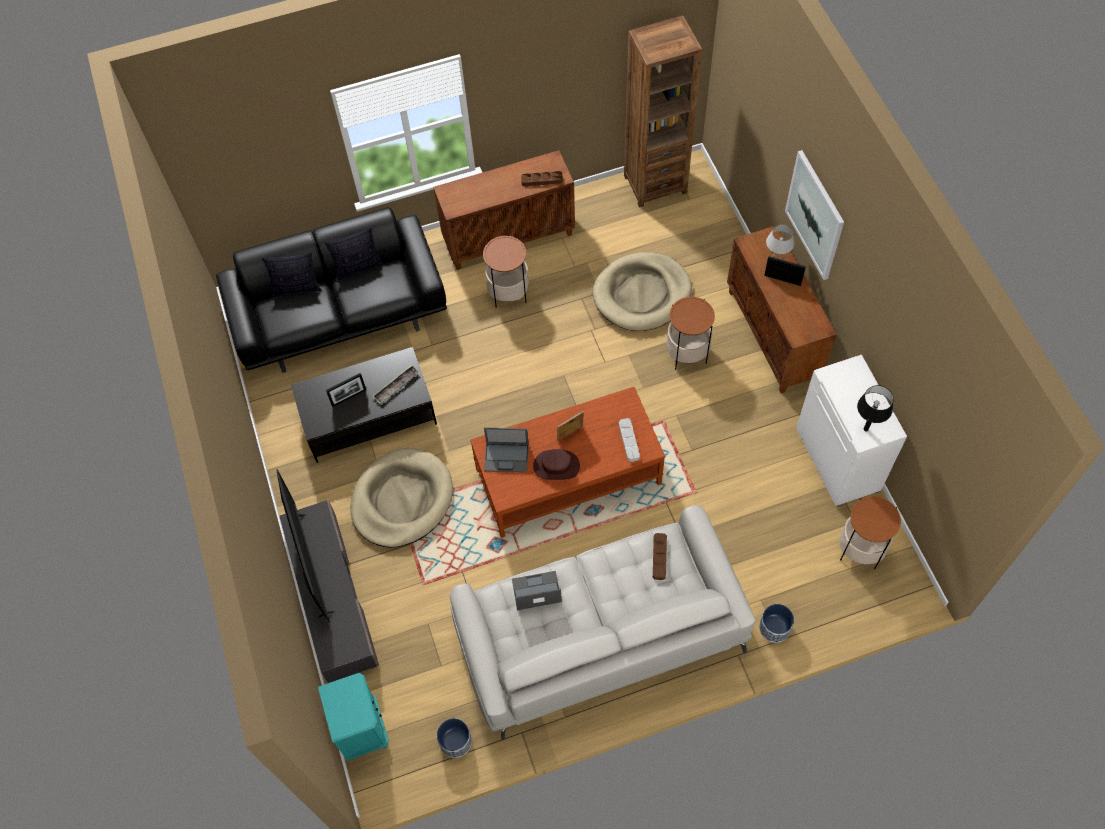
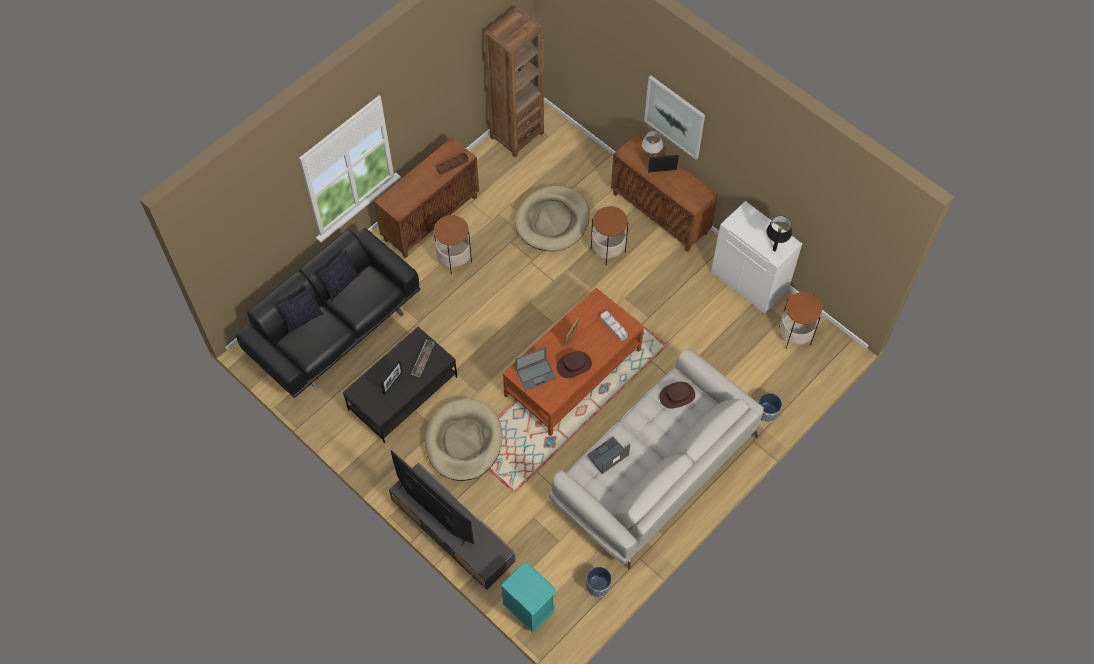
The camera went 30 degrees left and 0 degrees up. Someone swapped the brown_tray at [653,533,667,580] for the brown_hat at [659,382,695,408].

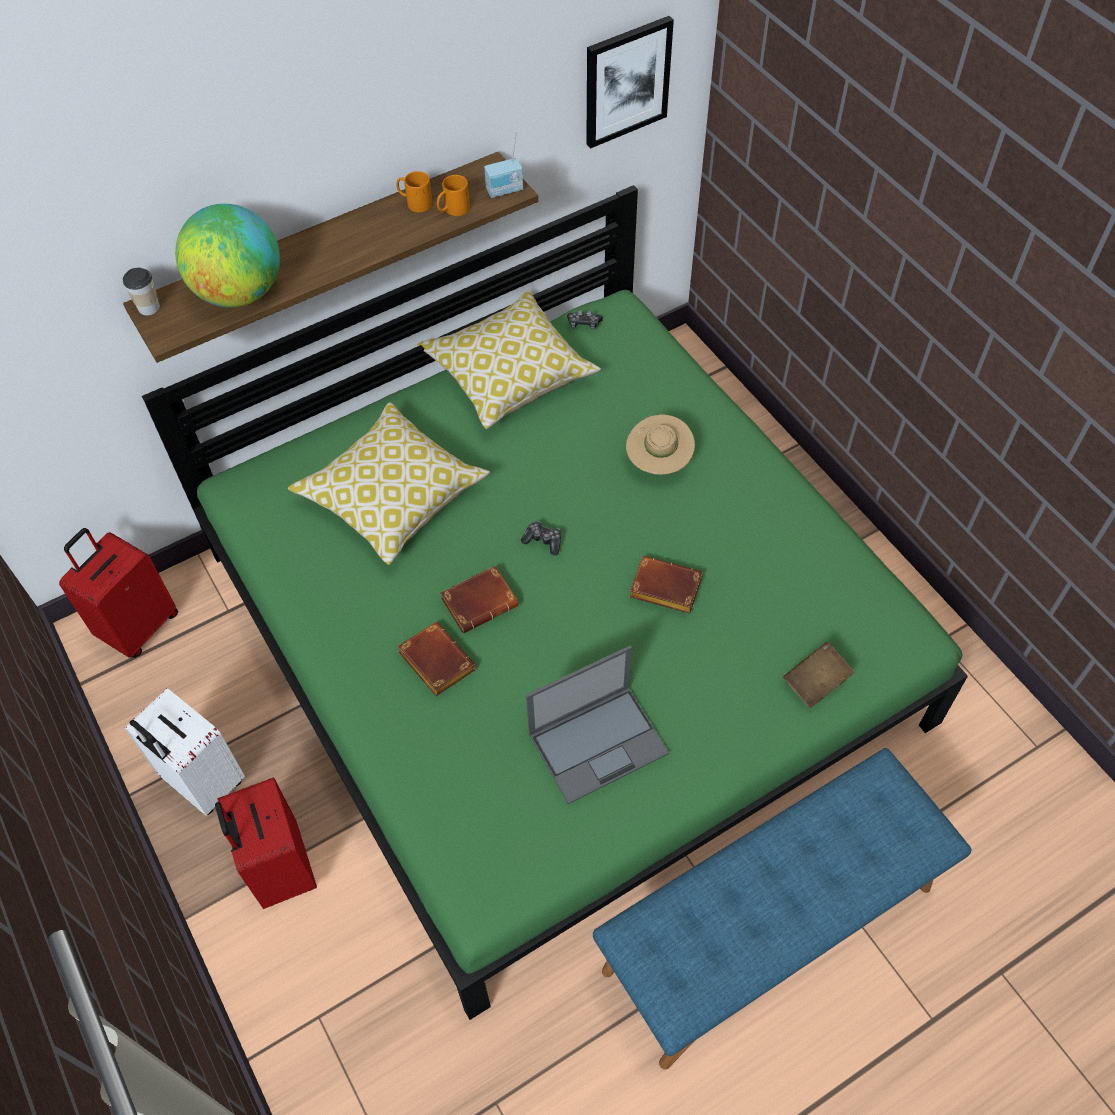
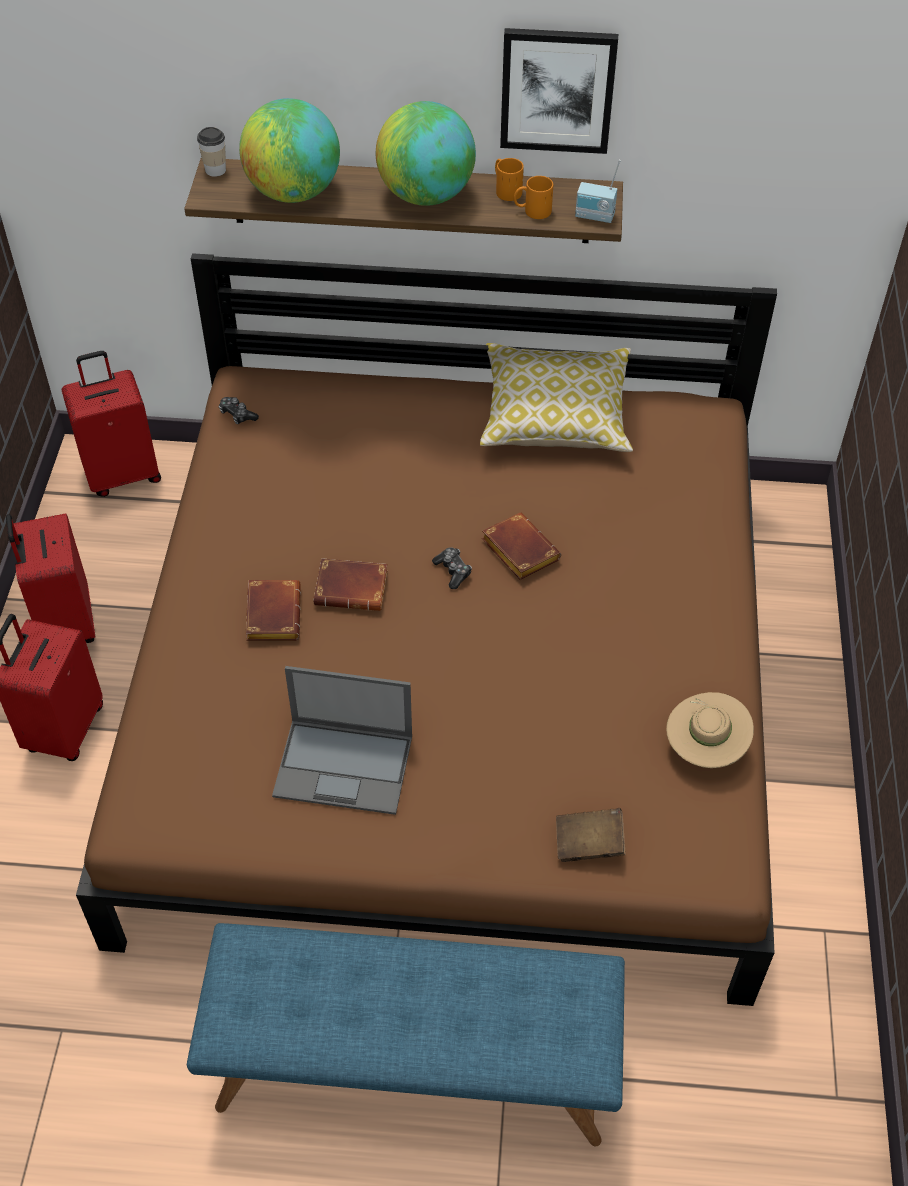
The camera went 35 degrees right and 5 degrees down. Someone repainted the white_suitcase at [125,688,245,816], which became the red_suitcase at [6,514,95,643]. Someone repainted the green_bed at [142,185,968,1020], which became the brown_bed at [76,253,777,1006]. Someone carried the game_controller from [567,310,603,330] to [219,397,259,424]. Someone put down the globe at [376,101,476,206]. Someone carried the brown_book from [630,556,703,614] to [481,513,561,580]. Someone carried the picture from [586,16,674,148] to [500,28,618,154]. Someone carried the beige_hat from [626,415,695,475] to [666,692,754,768]. Someone took away the pillow at [288,402,490,565].

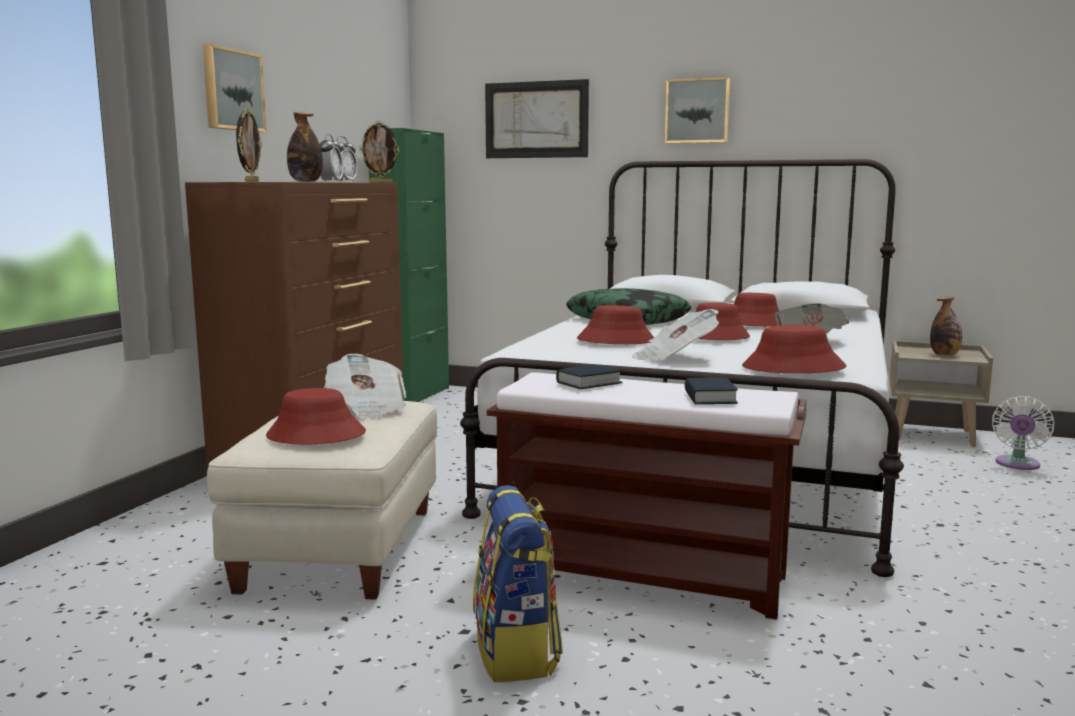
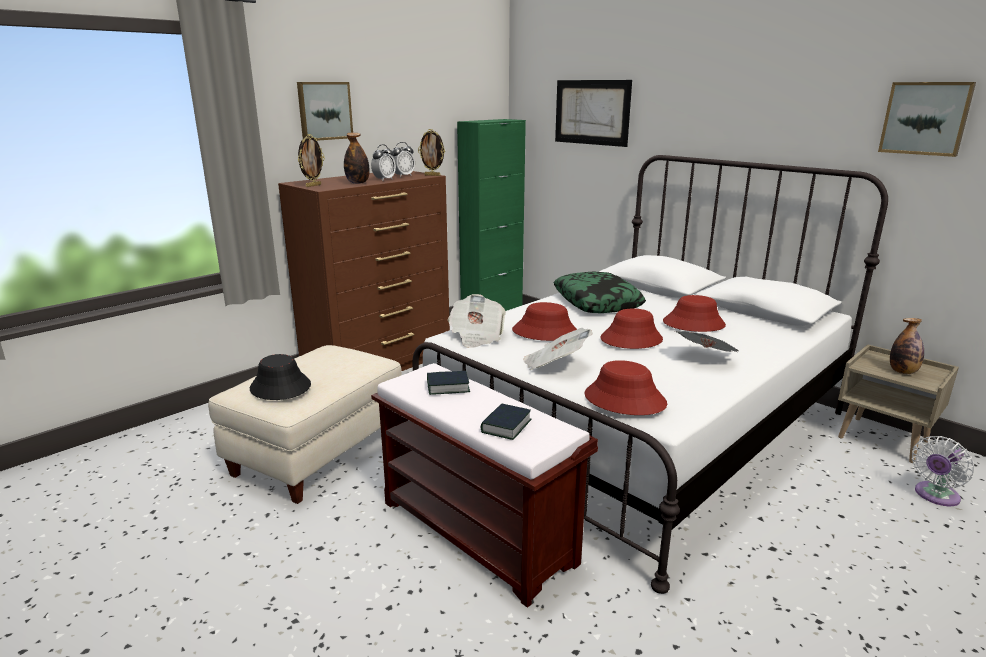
The camera went 25 degrees right and 10 degrees up. Someone repainted the red_hat at [266,388,366,444], which became the black_hat at [250,354,311,400]. Someone carried the newspaper from [324,354,406,419] to [448,294,506,348]. Someone carried the picture from [665,77,730,144] to [878,82,976,157]. Someone took away the backpack at [473,485,563,683].

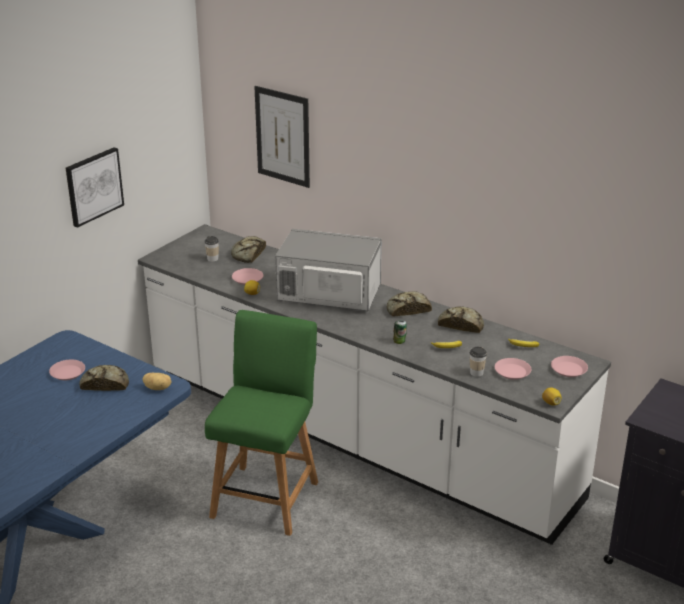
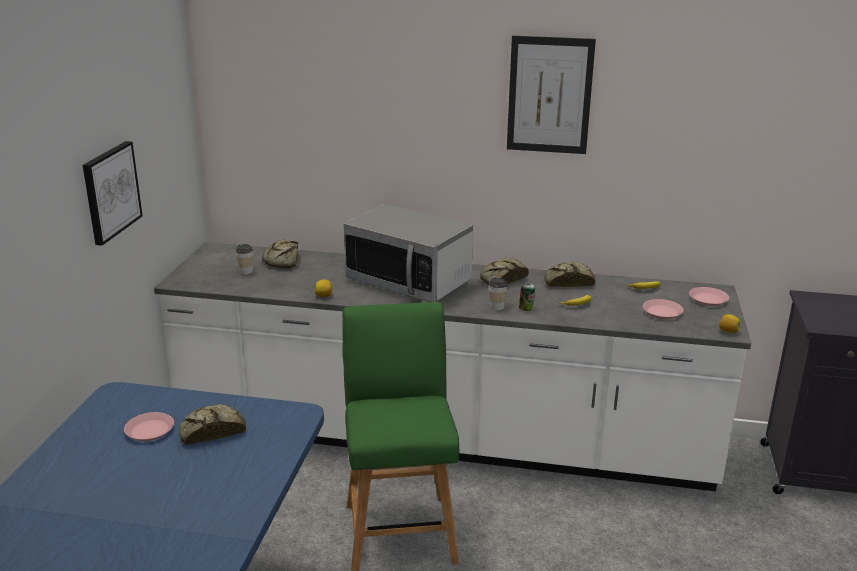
The camera went 25 degrees left and 5 degrees down. Someone rotated the microwave at [275,229,382,311] by 135 degrees counterclockwise. Someone carried the cup from [470,347,487,377] to [489,278,507,311]. Someone carried the picture from [254,86,310,188] to [507,36,596,154]. Someone took away the potato at [143,373,172,390]. Someone took away the pink_plate at [232,268,263,285].

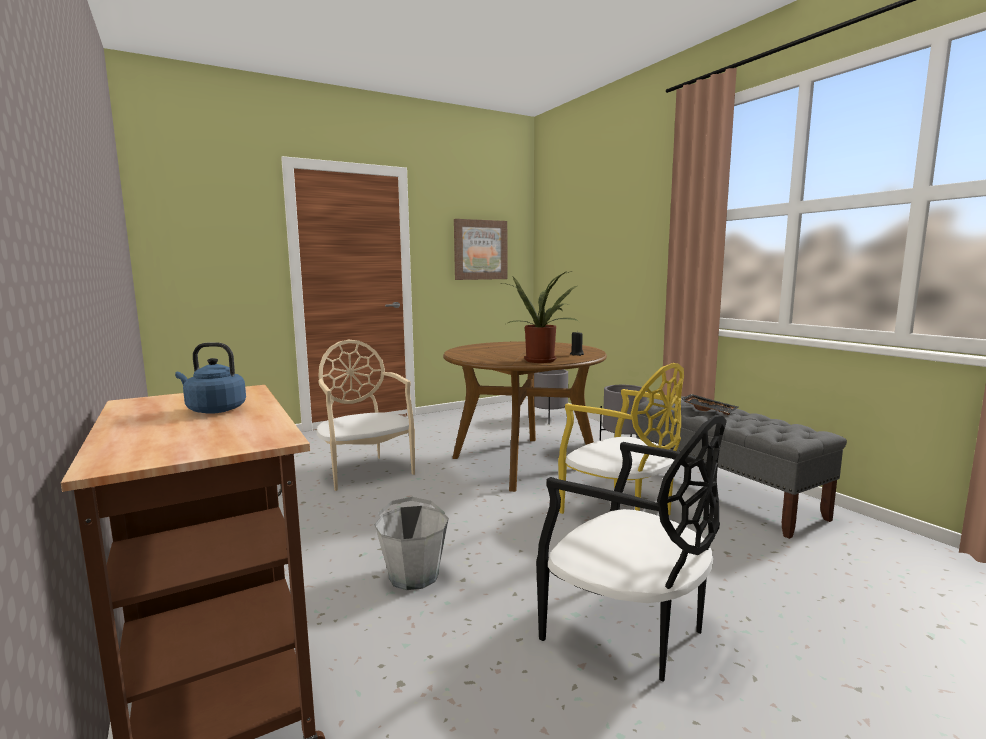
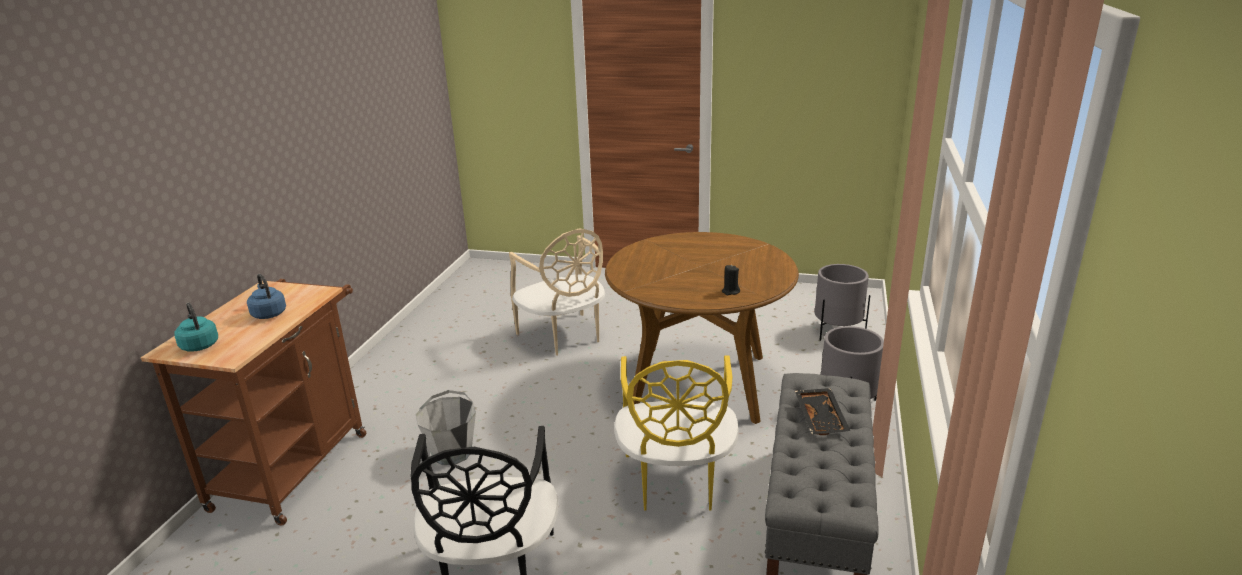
The camera went 45 degrees right and 15 degrees up. Someone put down the turquoise_kettle at [175,303,218,352]. Someone rotated the beige_chair at [316,340,415,491] by 135 degrees clockwise. Someone took away the picture at [454,219,508,280]. Someone took away the potted_plant at [502,271,580,363].

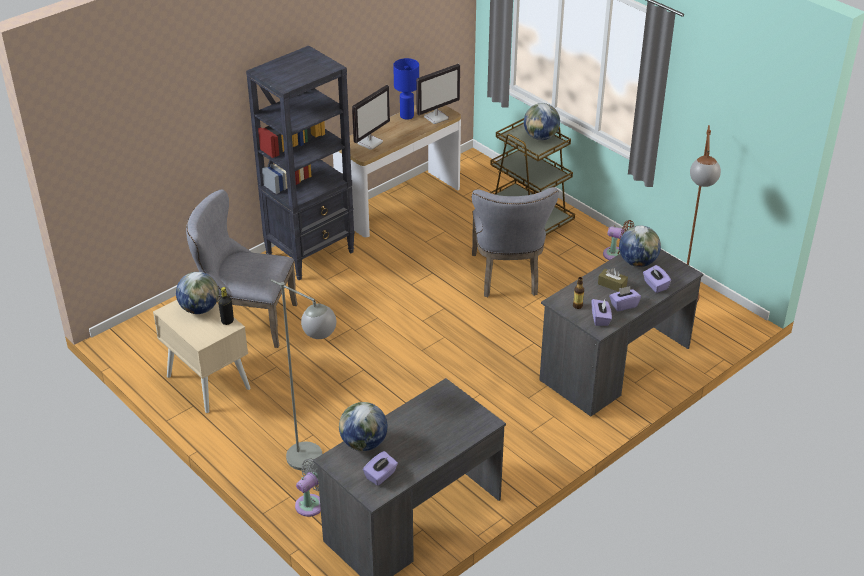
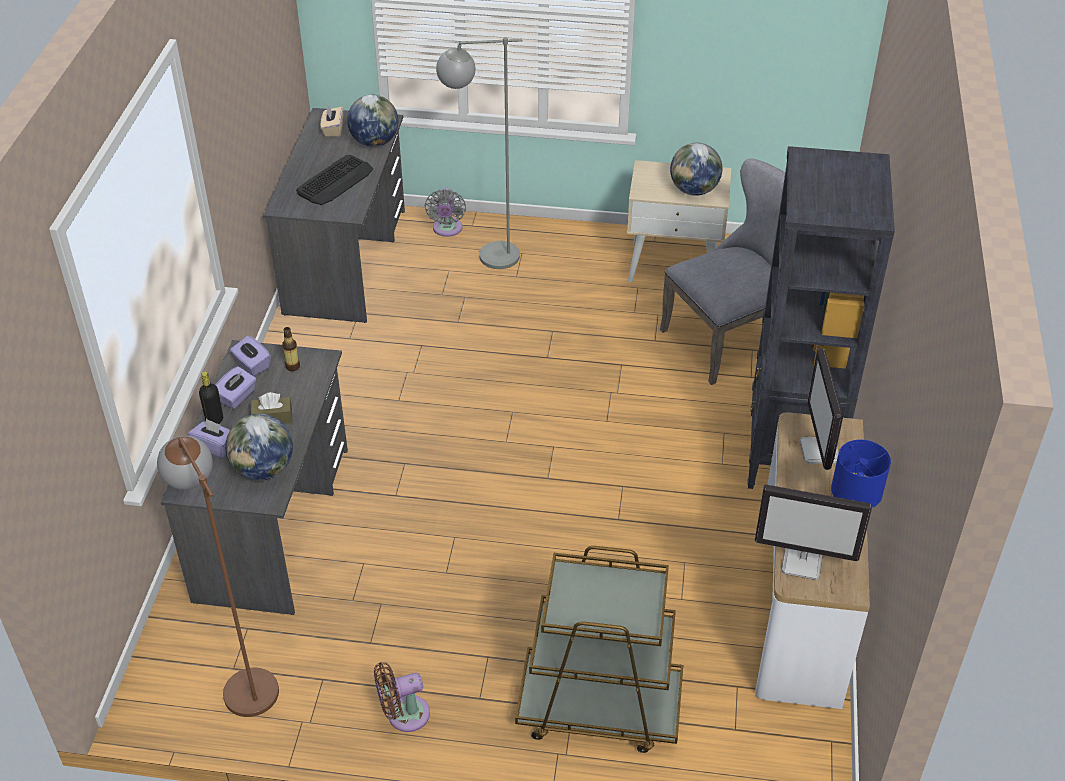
The camera went 140 degrees right and 5 degrees up. Someone carried the black_bottle from [218,287,234,325] to [199,371,223,424]. Someone put down the keyboard at [296,155,373,205]. Someone repainted the purple_tissue_box at [363,451,398,486], which became the beige_tissue_box at [321,105,343,137]. Someone rotated the monitor at [416,64,460,124] by 90 degrees counterclockwise. Someone took away the grey_chair at [472,187,559,297]. Someone took away the globe at [524,103,560,140].

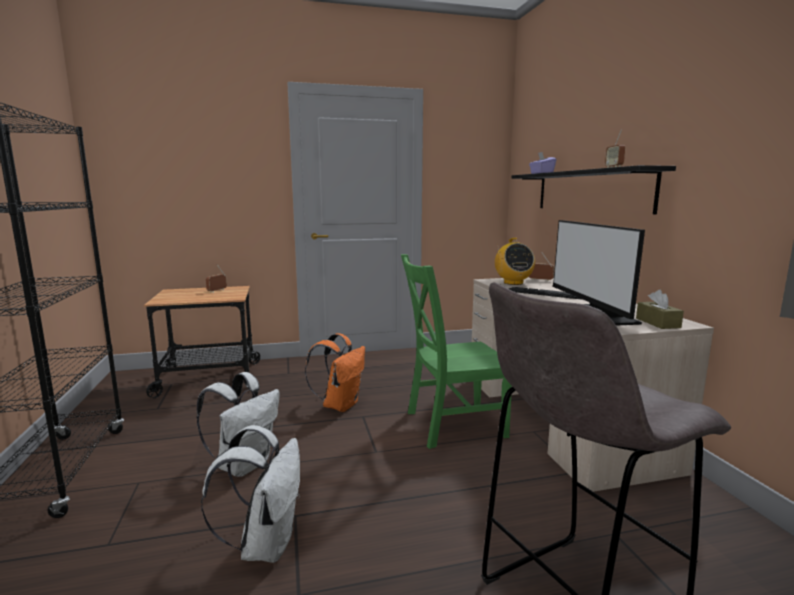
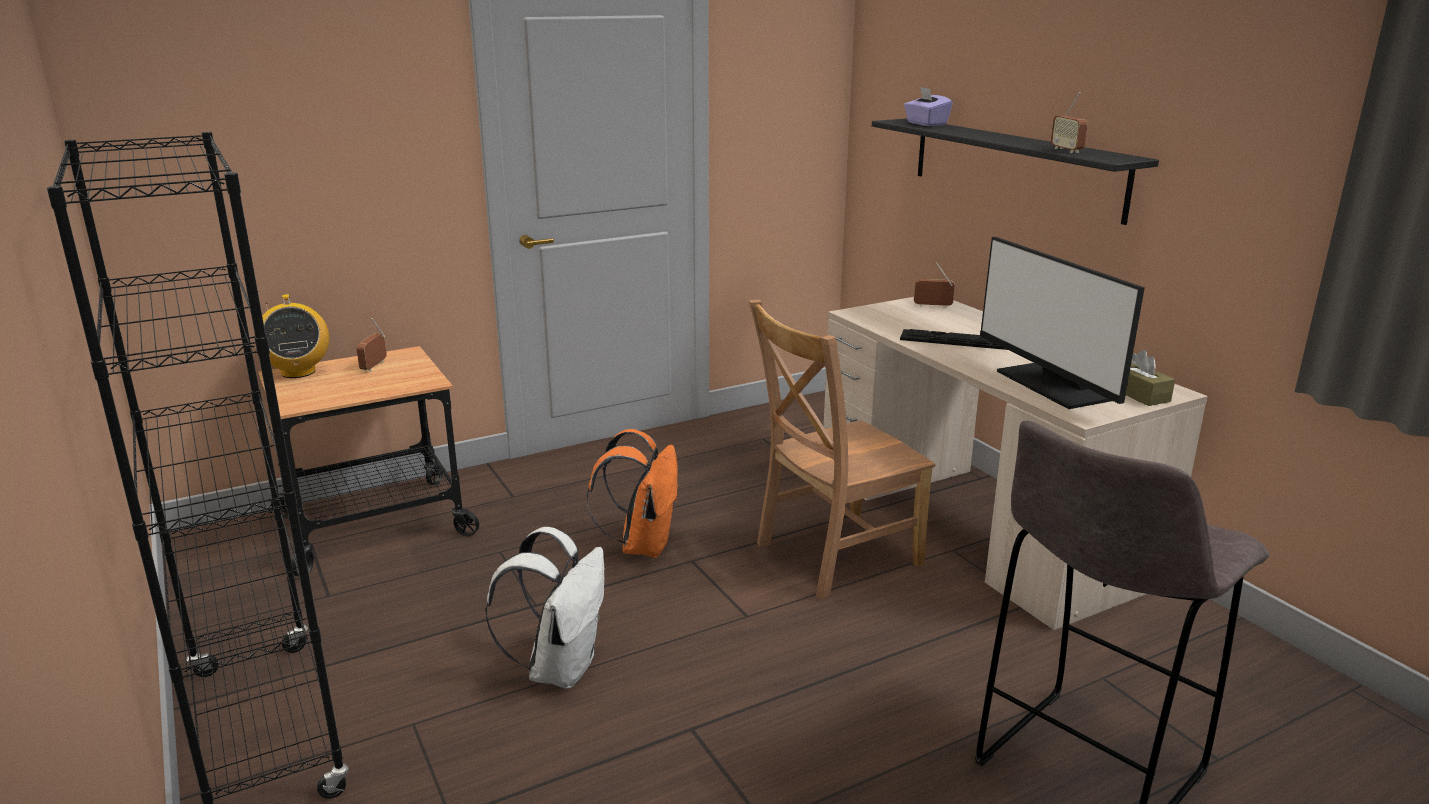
The camera went 15 degrees left and 10 degrees up. Someone carried the radio from [495,238,535,285] to [262,294,329,378]. Someone repainted the green_chair at [401,254,512,449], which became the brown_chair at [749,300,936,600]. Someone took away the white_backpack at [201,425,300,563].

